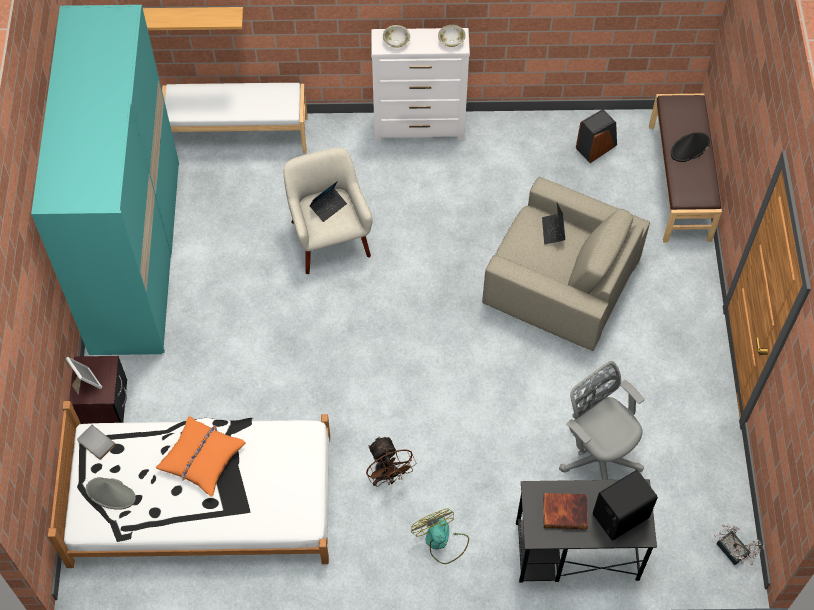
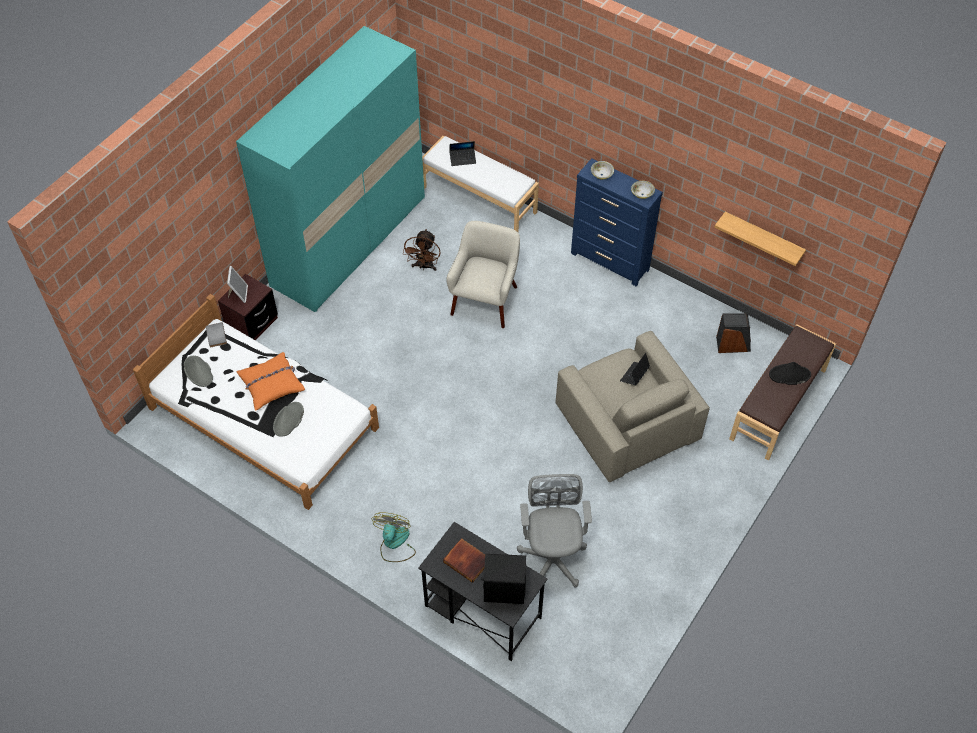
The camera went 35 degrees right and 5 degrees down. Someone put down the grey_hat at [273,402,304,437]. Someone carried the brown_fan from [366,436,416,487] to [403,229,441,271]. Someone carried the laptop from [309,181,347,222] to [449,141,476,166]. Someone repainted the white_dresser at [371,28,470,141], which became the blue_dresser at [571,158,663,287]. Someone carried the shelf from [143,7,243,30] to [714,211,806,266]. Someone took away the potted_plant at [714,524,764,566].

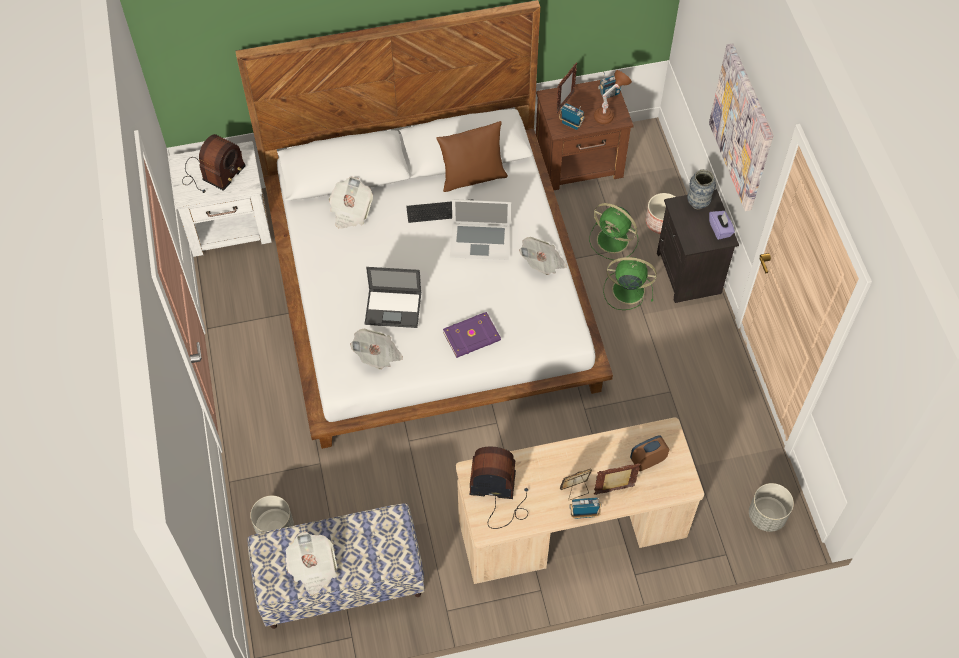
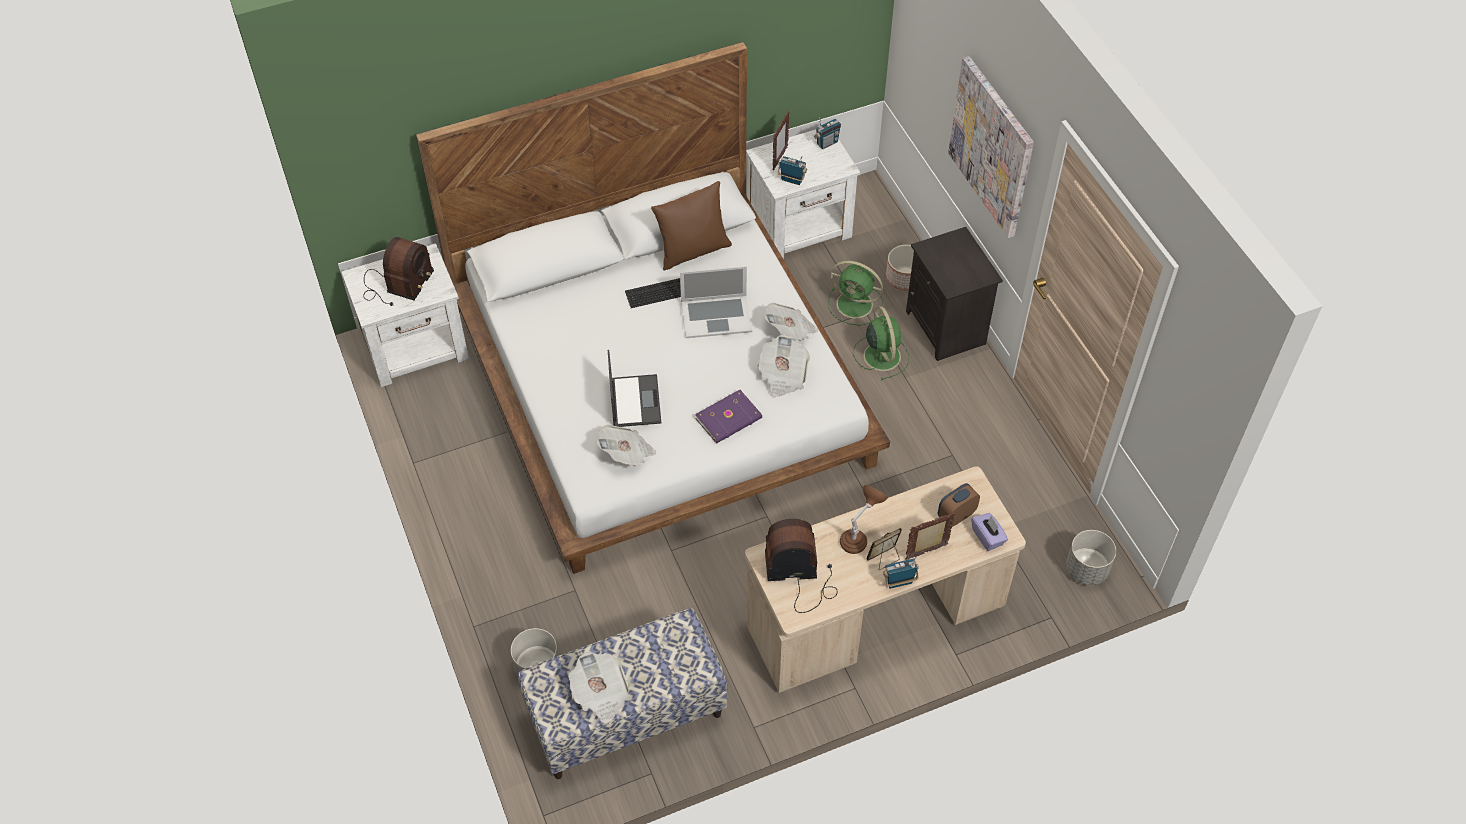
The camera went 10 degrees left and 5 degrees down. Someone rotated the laptop at [365,267,421,328] by 90 degrees counterclockwise. Someone repainted the brown_nightstand at [536,80,634,190], which became the white_nightstand at [746,129,860,259]. Someone carried the newspaper from [329,177,373,228] to [757,335,810,397]. Someone carried the brown_table_lamp from [594,70,632,124] to [840,485,888,554]. Someone rotated the green_fan at [603,257,657,310] by 75 degrees clockwise. Someone carried the purple_tissue_box from [709,211,735,240] to [971,513,1008,551]. Someone took away the vase at [687,169,716,210].

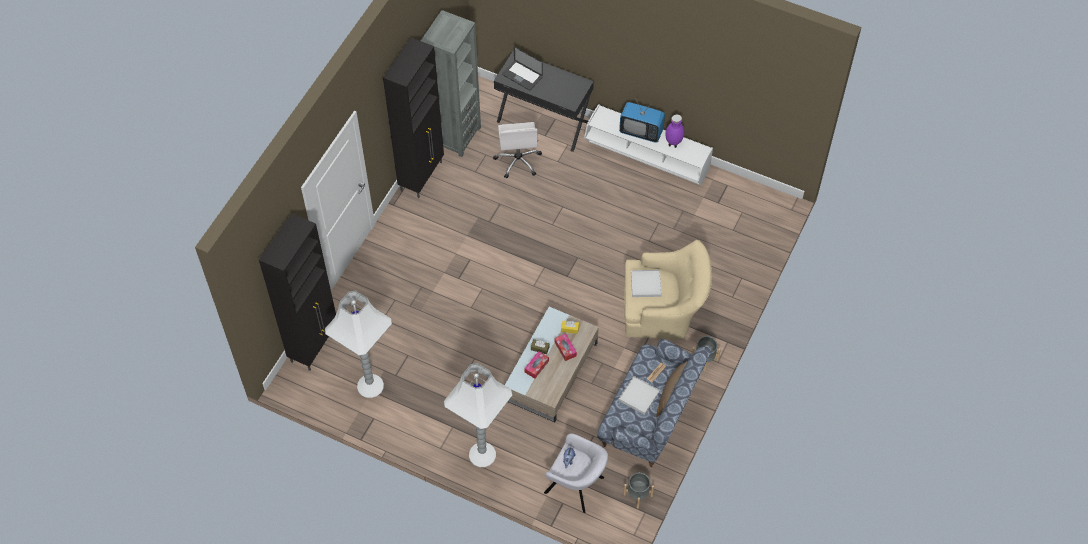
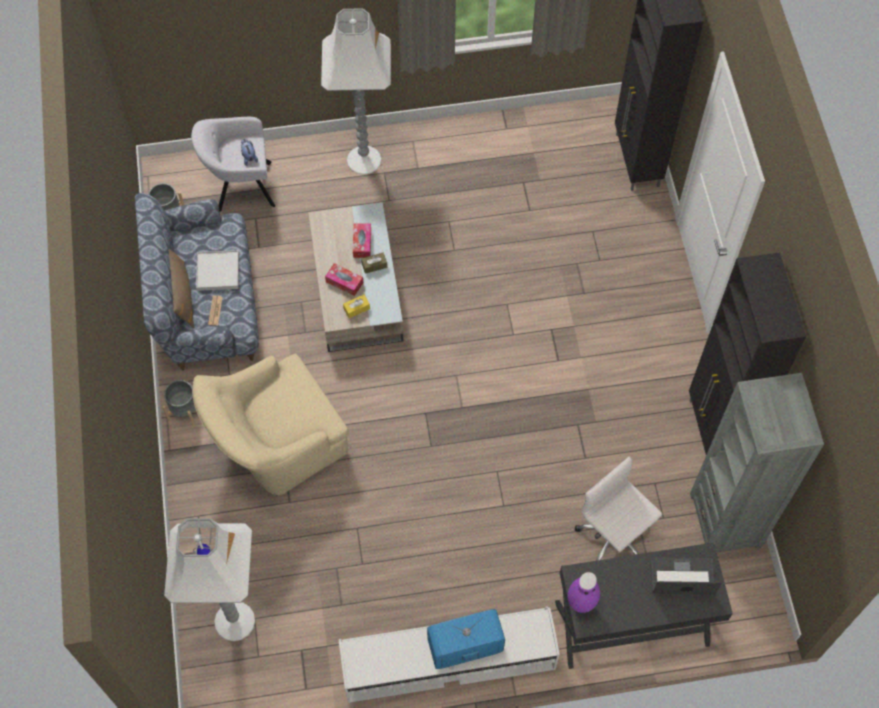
The camera went 145 degrees right and 5 degrees up. Someone carried the white_floor_lamp from [325,290,392,398] to [164,518,255,641]. Someone carried the purple_vase from [666,115,684,148] to [568,572,600,613]. Someone took away the white_tray at [631,270,662,297].

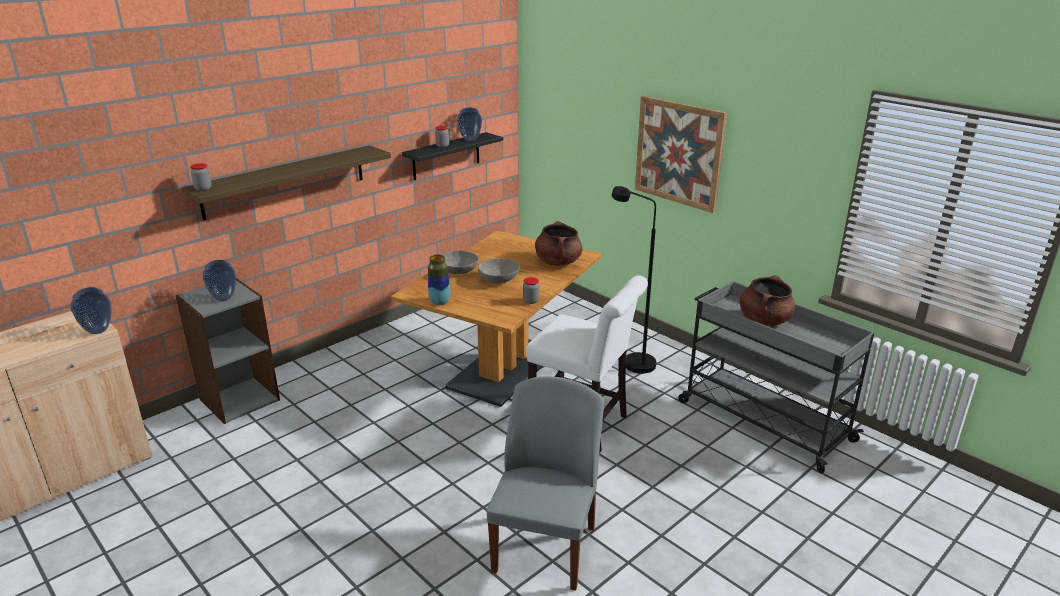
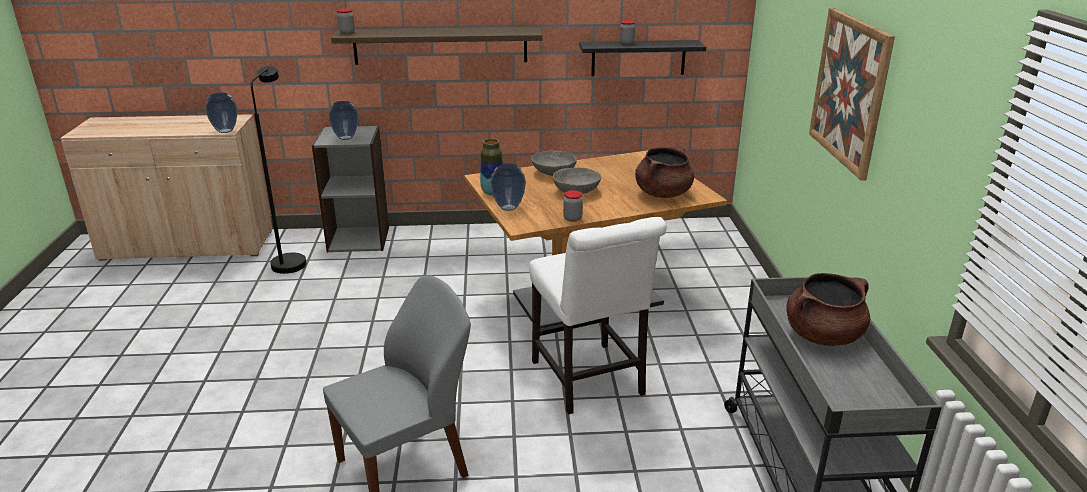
The camera went 40 degrees right and 0 degrees up. Someone carried the black_floor_lamp from [612,186,656,374] to [251,66,306,274]. Someone carried the vase from [457,108,482,141] to [490,164,526,211].

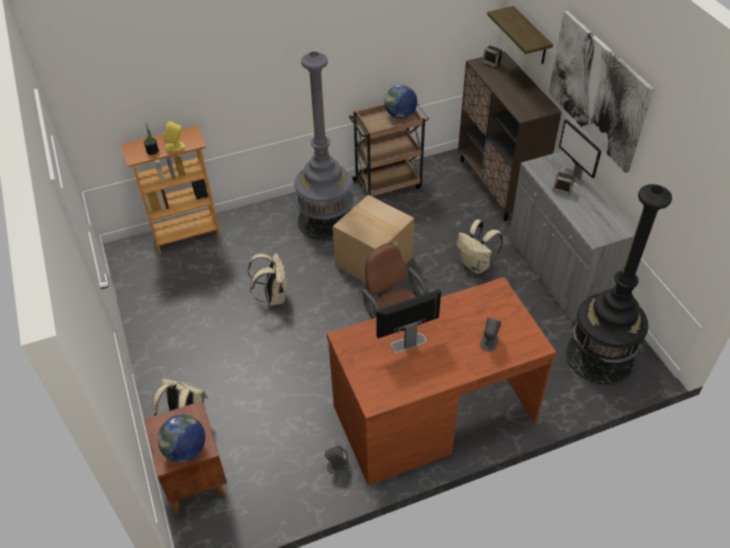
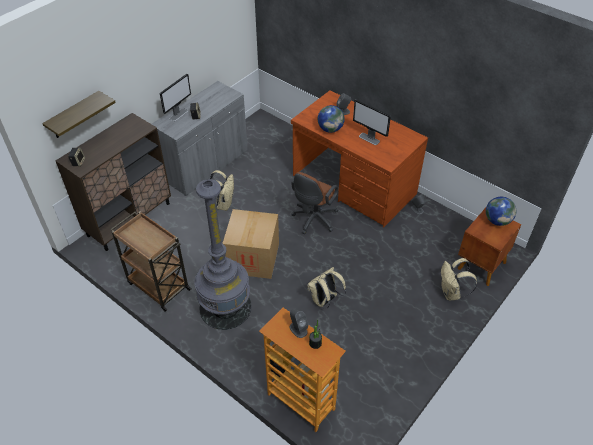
The camera went 120 degrees left and 0 degrees up. Someone repainted the yellow_speaker at [164,121,185,151], which became the grey_speaker at [290,309,309,338]. Someone carried the globe from [384,85,417,119] to [318,105,345,133]. Someone took away the picture at [549,10,654,173]. Someone took away the black_floor_lamp at [566,184,672,384].

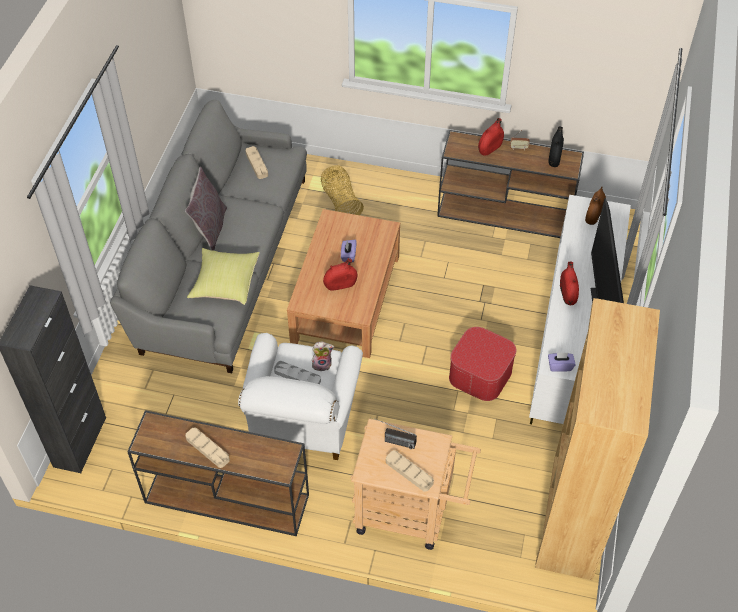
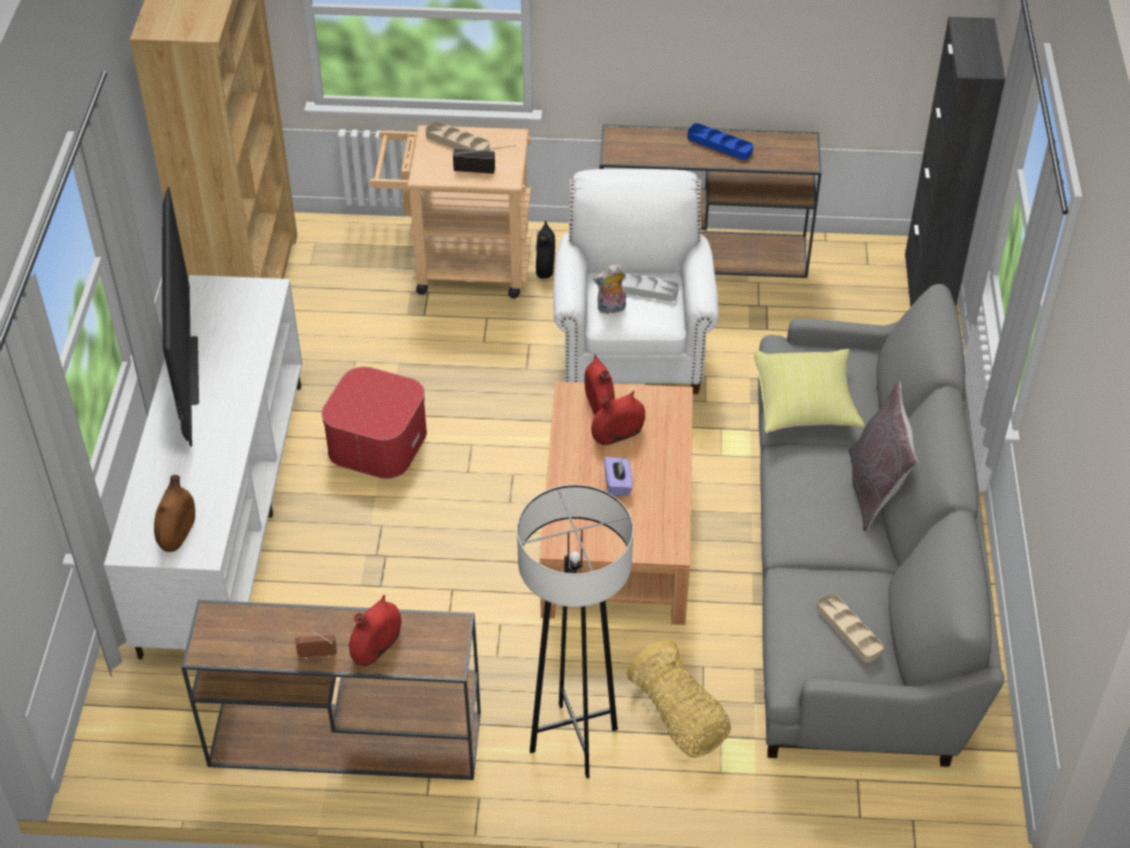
The camera went 170 degrees right and 5 degrees down. Someone put down the grey_floor_lamp at [517,485,633,778]. Someone carried the black_vase from [548,127,564,167] to [536,221,555,279]. Someone carried the red_vase from [560,262,579,305] to [584,354,615,415]. Someone repainted the beige_tray at [185,427,230,468], which became the blue_tray at [688,123,753,160]. Someone took away the purple_tissue_box at [548,352,576,372].

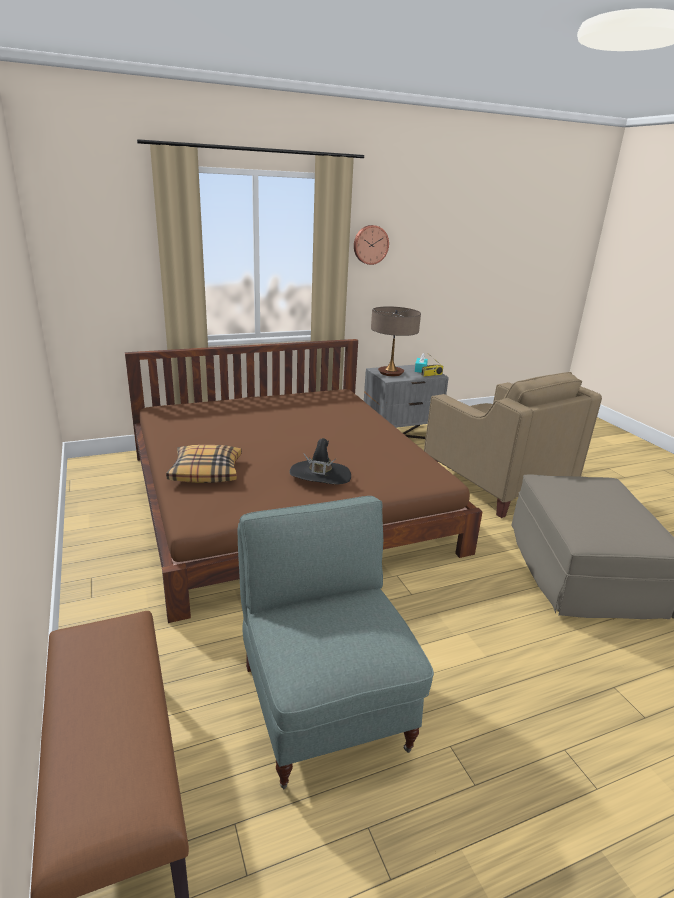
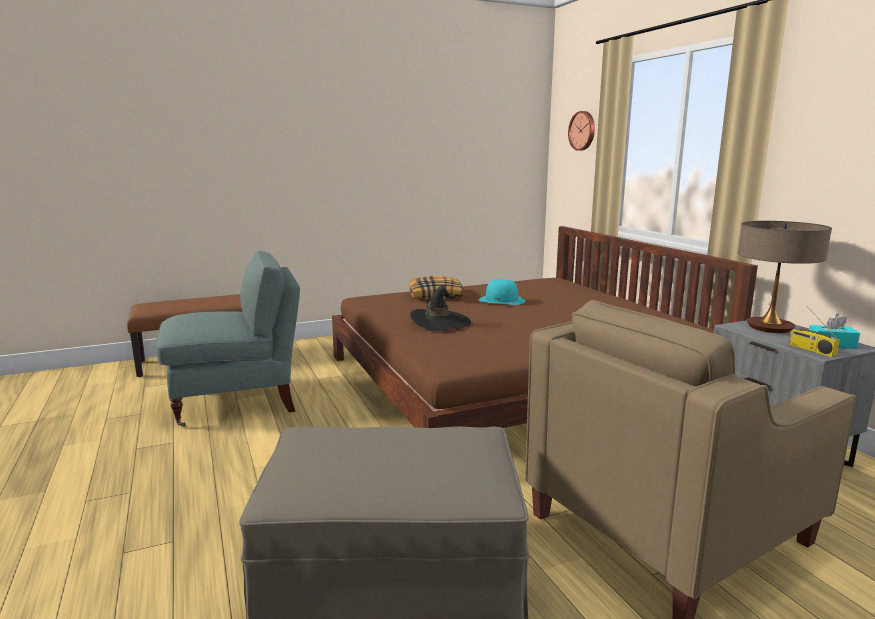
The camera went 90 degrees right and 10 degrees down. Someone put down the turquoise_hat at [479,279,525,305]. Someone carried the wall_clock from [354,225,389,265] to [568,111,595,151].

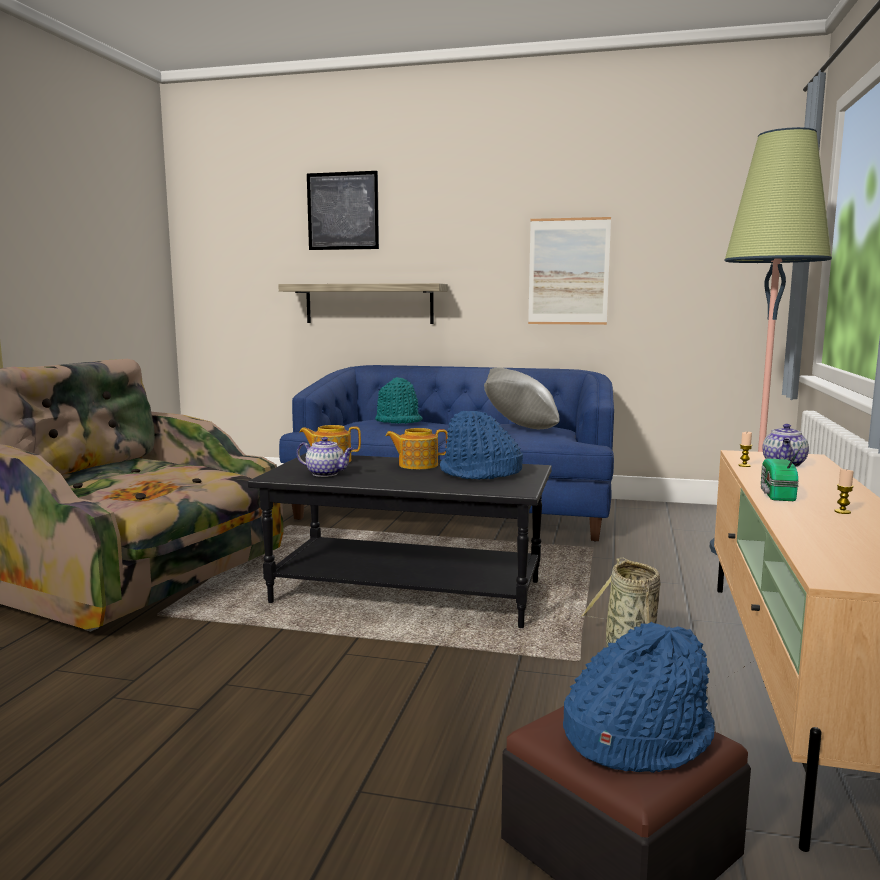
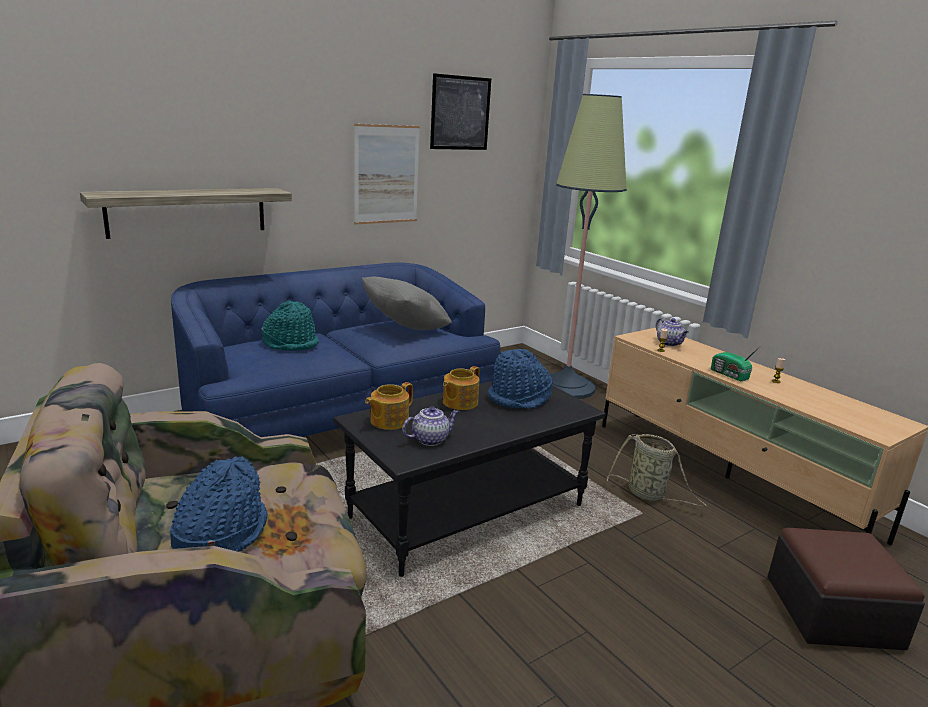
The camera went 50 degrees left and 10 degrees up. Someone carried the blue_hat from [563,622,715,773] to [171,456,268,552]. Someone carried the picture from [307,171,379,250] to [430,73,491,150].

